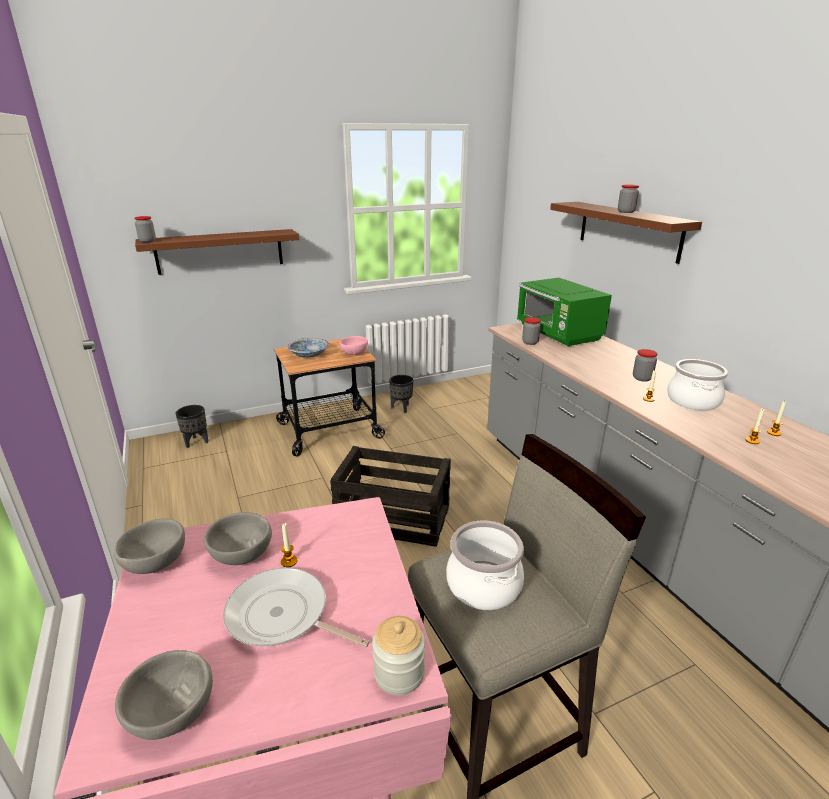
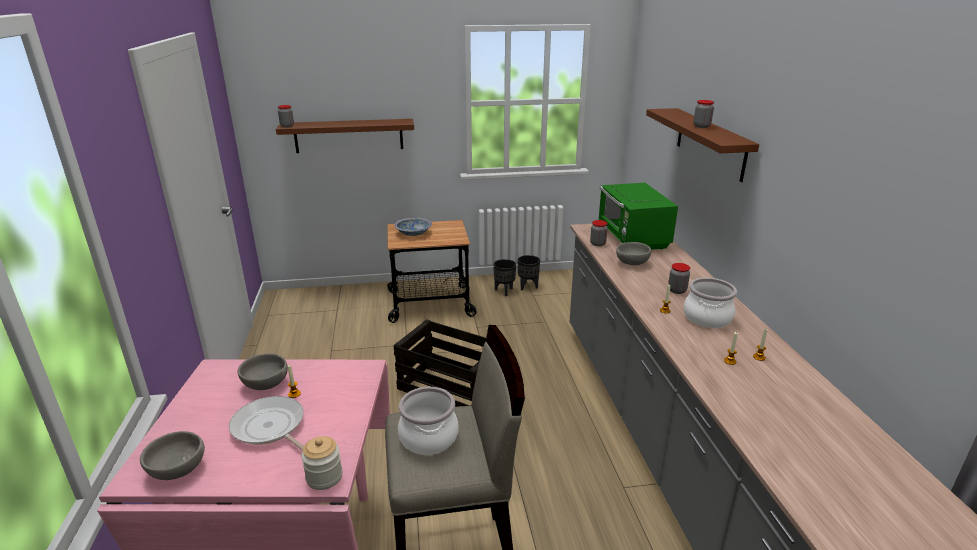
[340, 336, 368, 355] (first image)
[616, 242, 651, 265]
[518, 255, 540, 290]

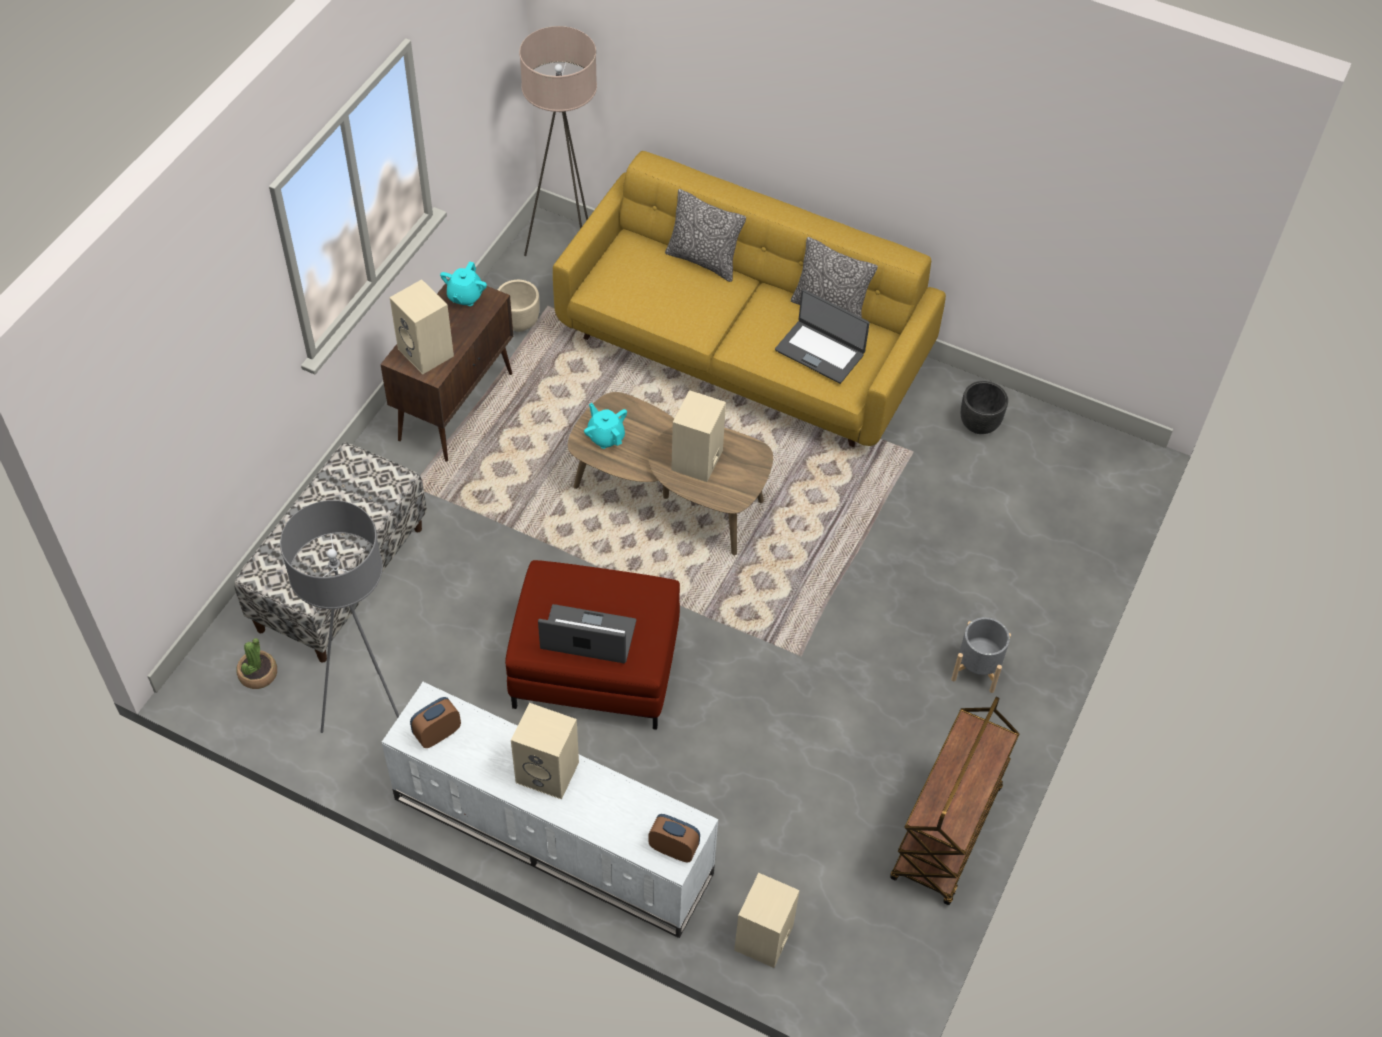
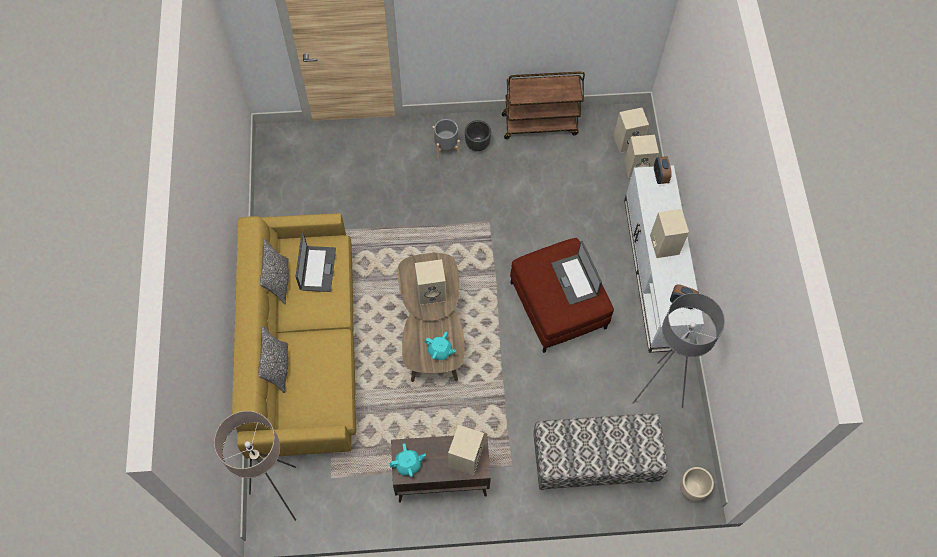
[237, 638, 277, 689] (first image)
[614, 108, 649, 153]
[680, 467, 714, 501]
[465, 120, 491, 151]
[425, 332, 456, 360]

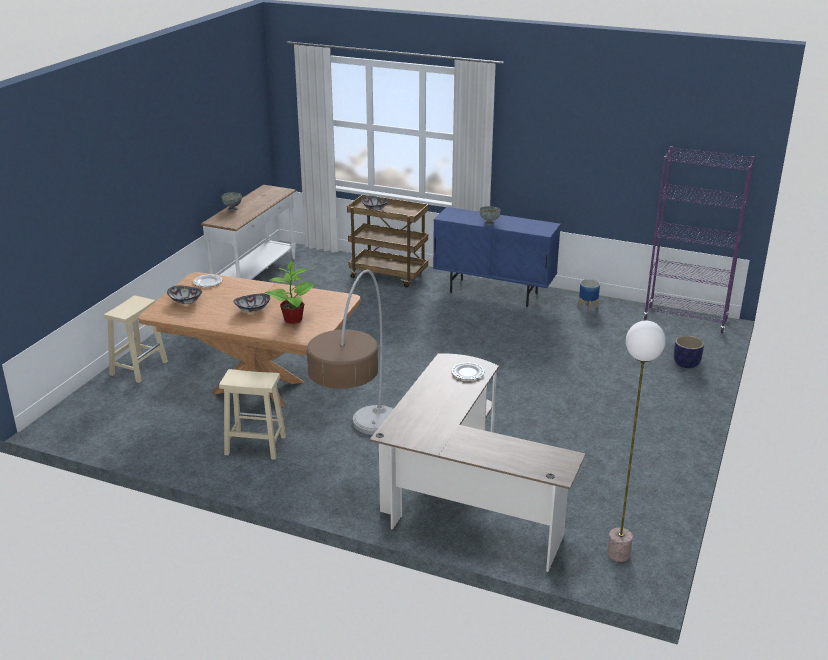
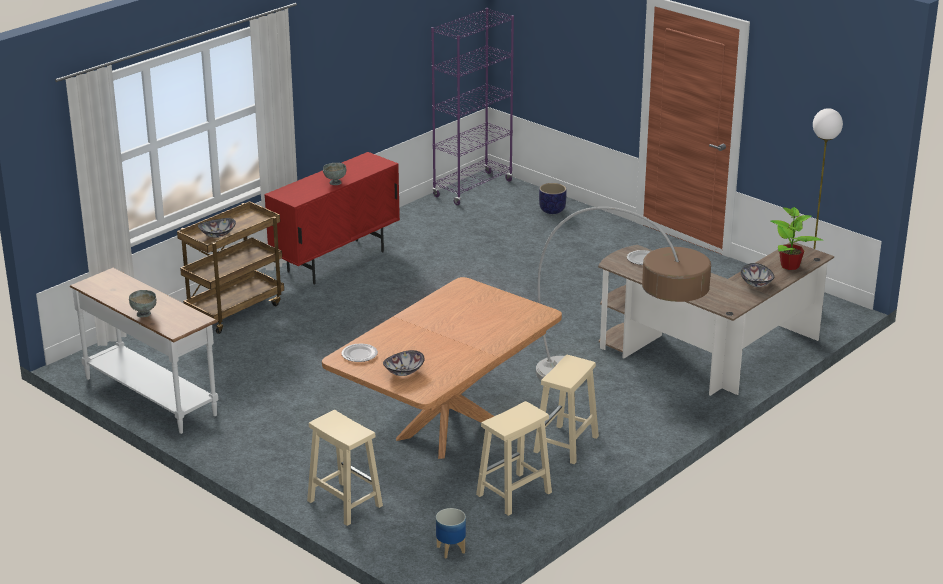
[476, 401, 552, 516]
[741, 263, 774, 287]
[770, 207, 824, 270]
[436, 508, 466, 559]
[264, 152, 400, 284]

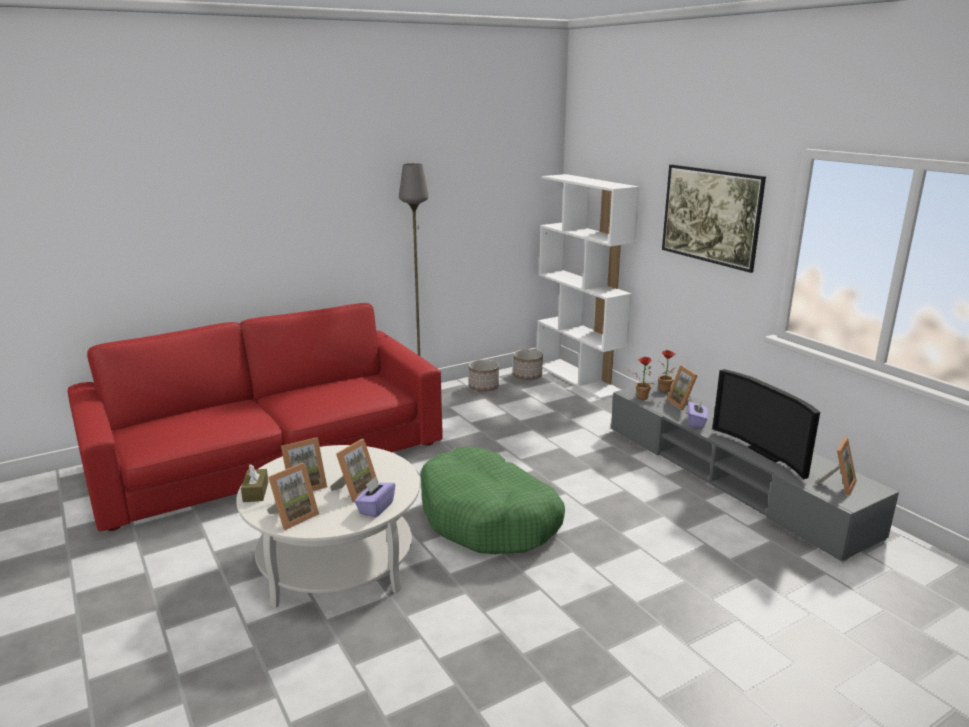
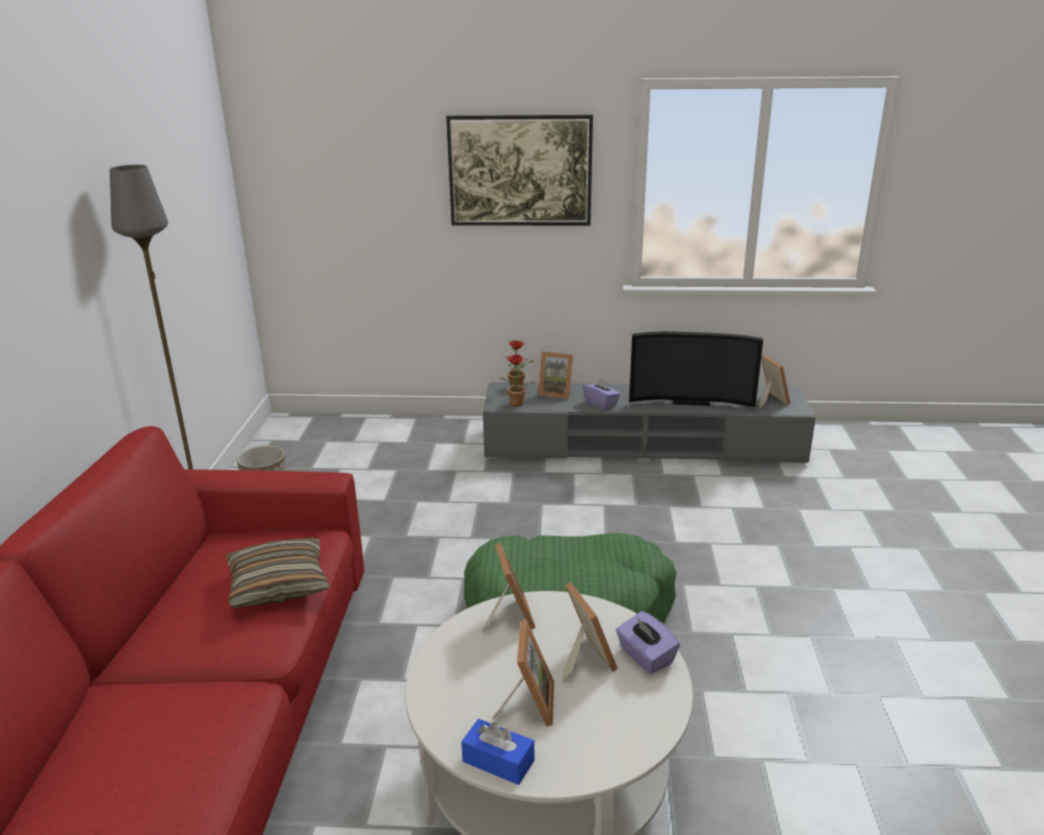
[513, 349, 543, 380] (first image)
[537, 174, 640, 399] (first image)
[226, 538, 330, 608]
[482, 543, 536, 632]
[461, 719, 534, 785]

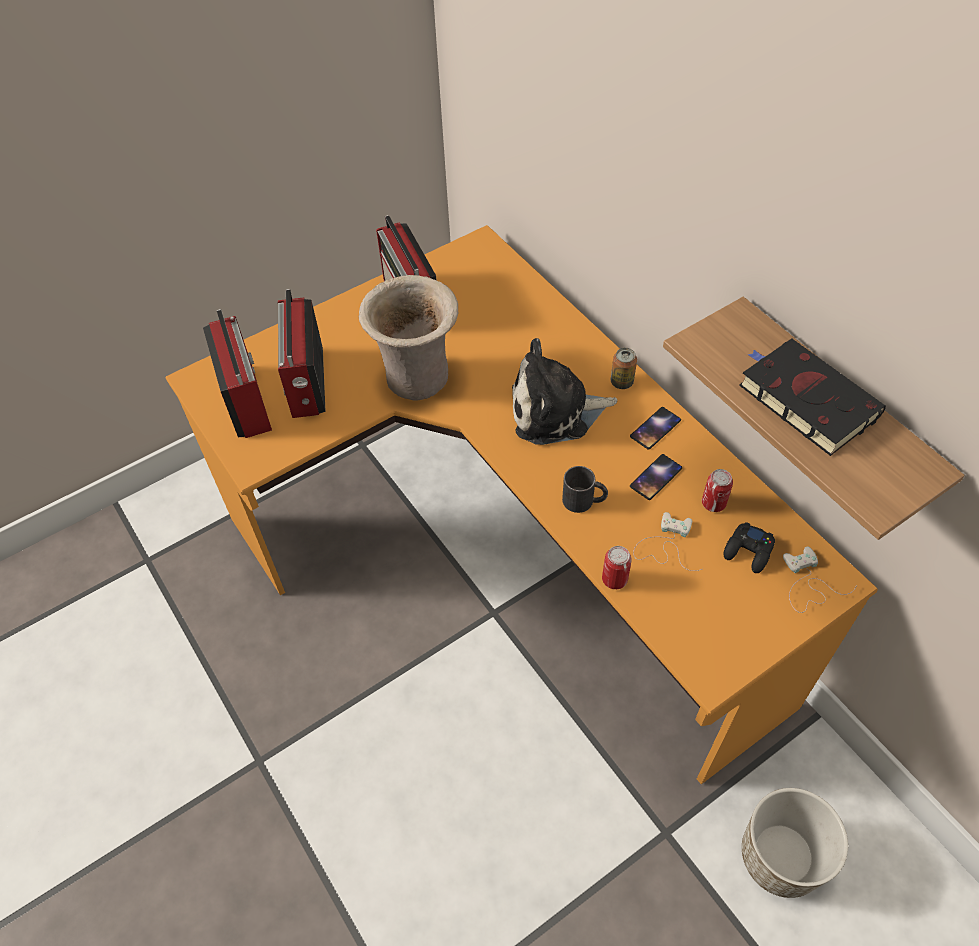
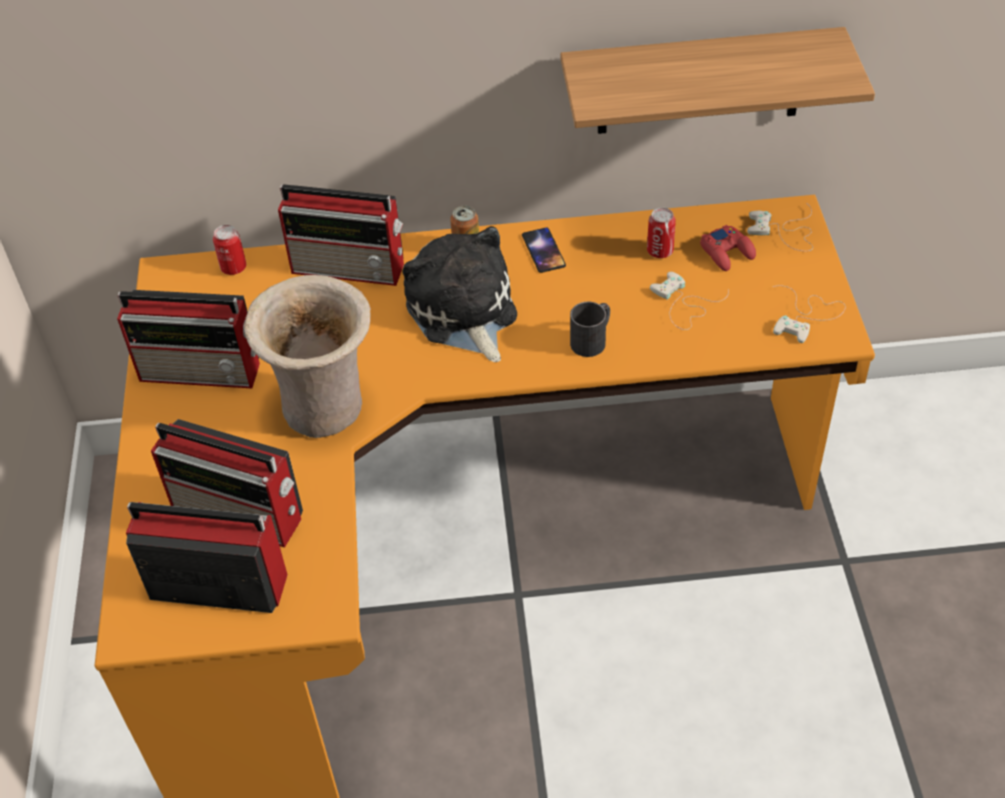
[630, 454, 682, 500] (first image)
[739, 338, 886, 456] (first image)
[742, 788, 848, 898] (first image)
[278, 184, 404, 286]
[773, 285, 846, 343]
[213, 225, 246, 275]
[700, 225, 756, 271]
[402, 226, 517, 362]

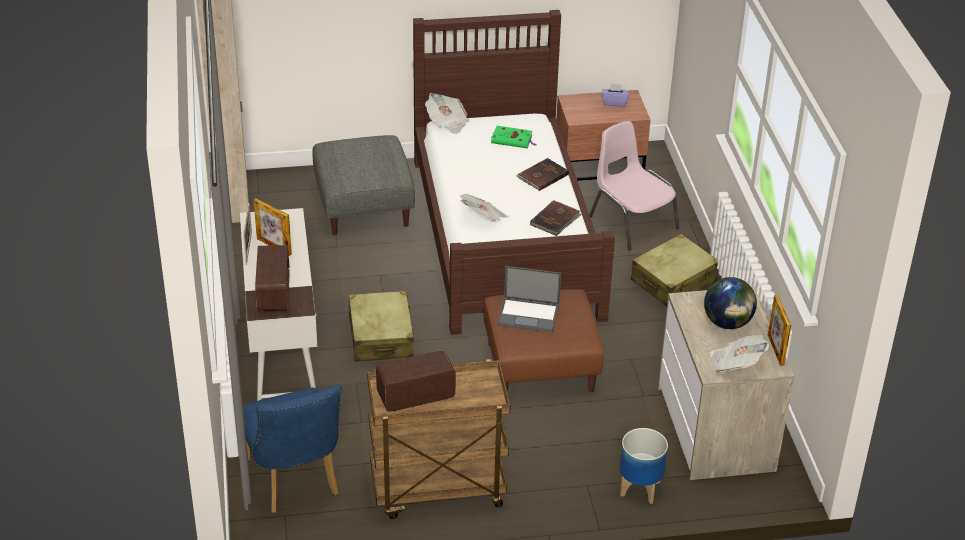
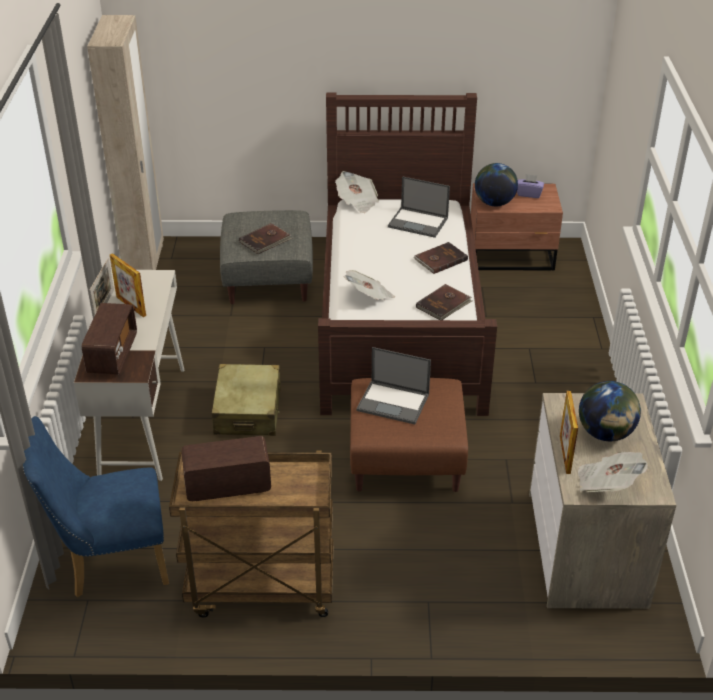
[589, 121, 679, 251] (first image)
[620, 428, 668, 504] (first image)
[631, 234, 719, 307] (first image)
[239, 223, 292, 254]
[475, 163, 518, 206]
[560, 391, 578, 474]
[388, 176, 450, 238]
[23, 416, 169, 597]

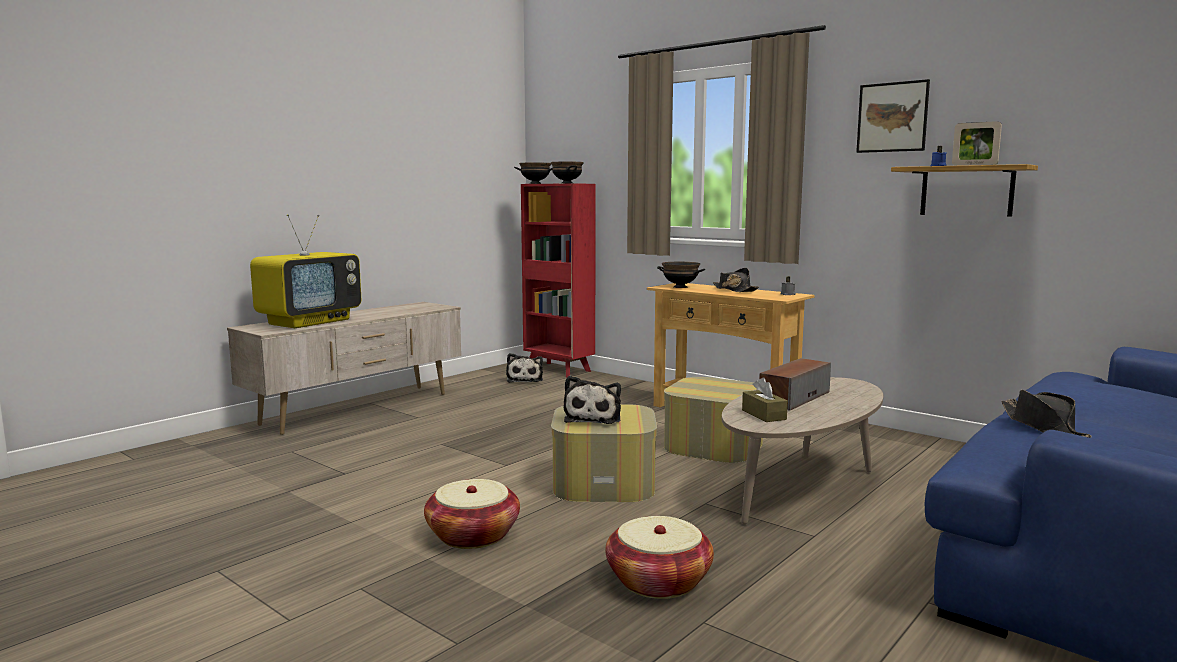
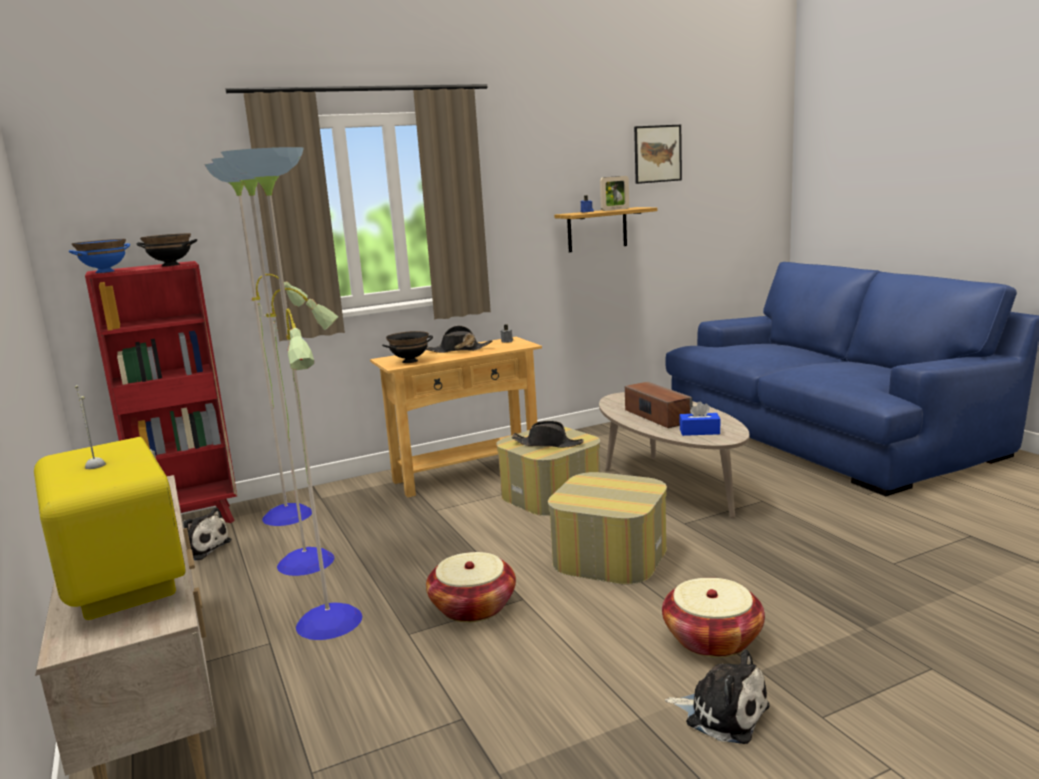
[204, 147, 362, 640]
[665, 649, 769, 744]
[426, 552, 516, 622]
[634, 125, 682, 184]
[512, 421, 584, 448]
[69, 239, 130, 273]
[679, 402, 721, 436]

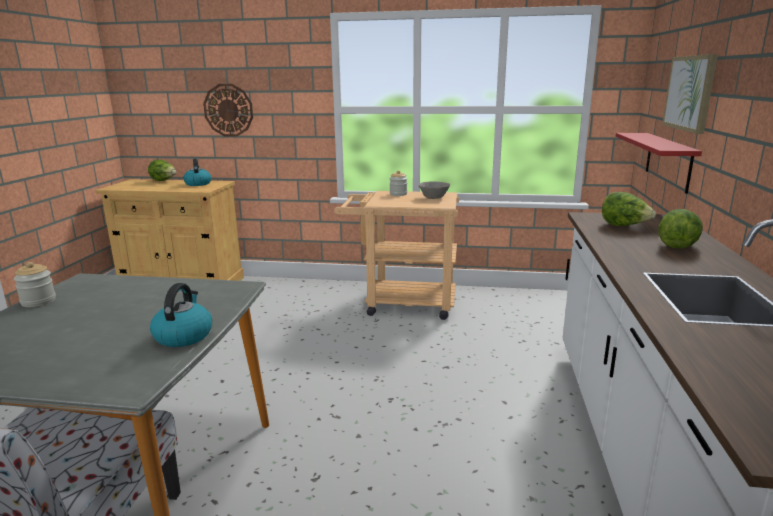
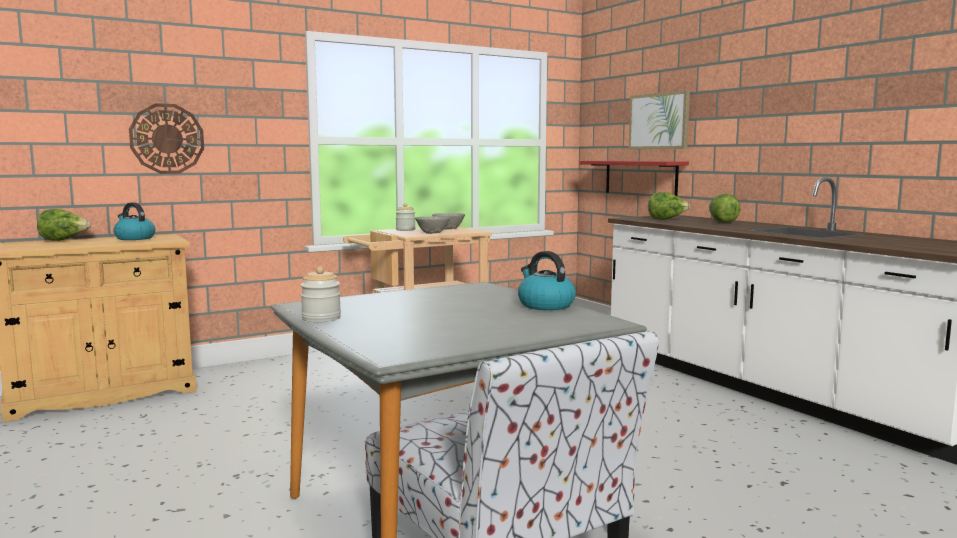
[415, 216, 450, 234]

